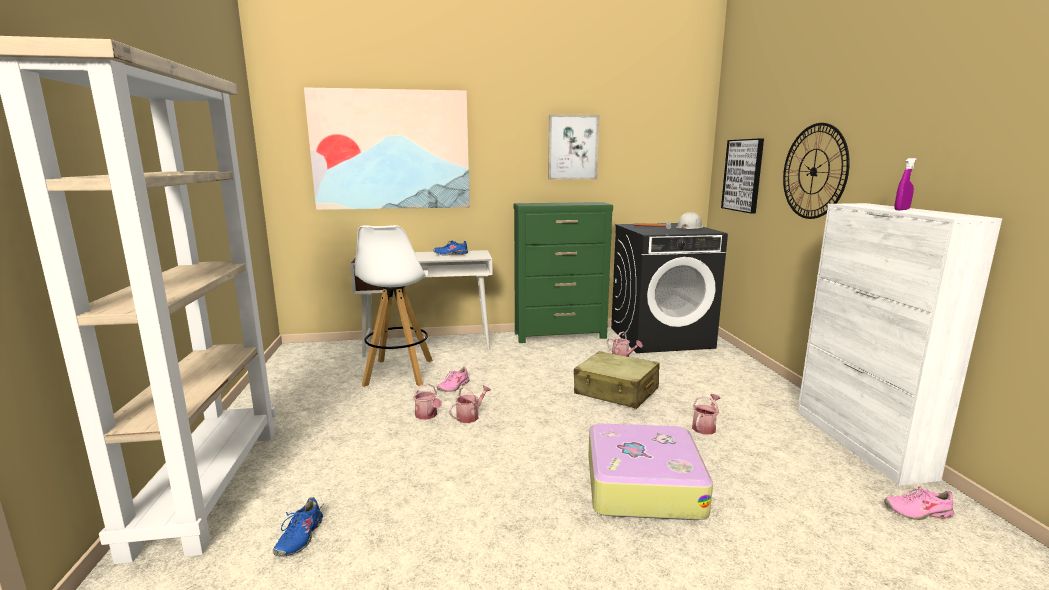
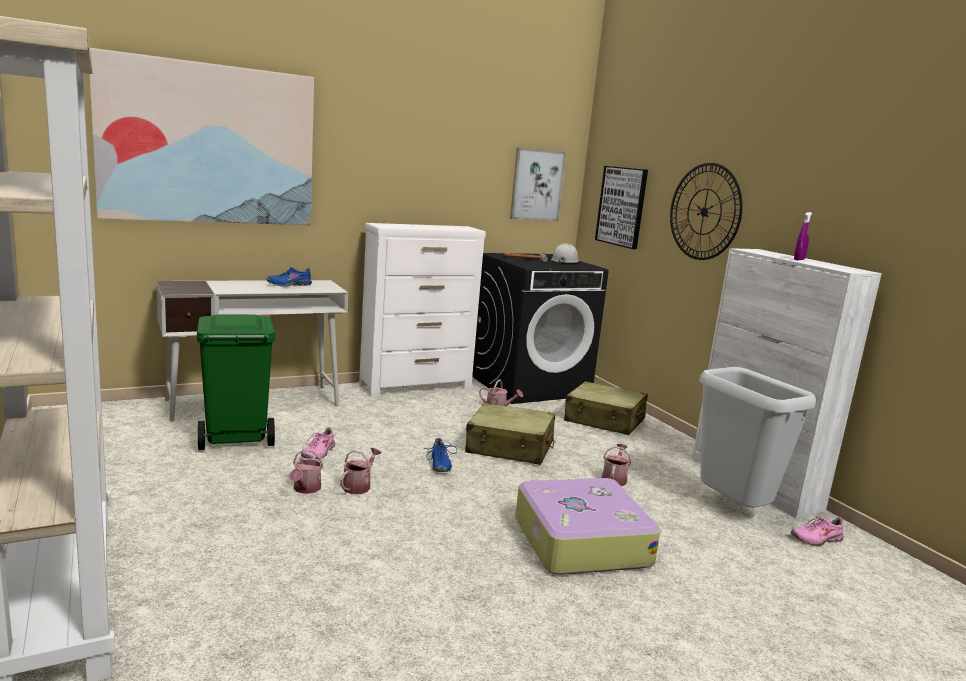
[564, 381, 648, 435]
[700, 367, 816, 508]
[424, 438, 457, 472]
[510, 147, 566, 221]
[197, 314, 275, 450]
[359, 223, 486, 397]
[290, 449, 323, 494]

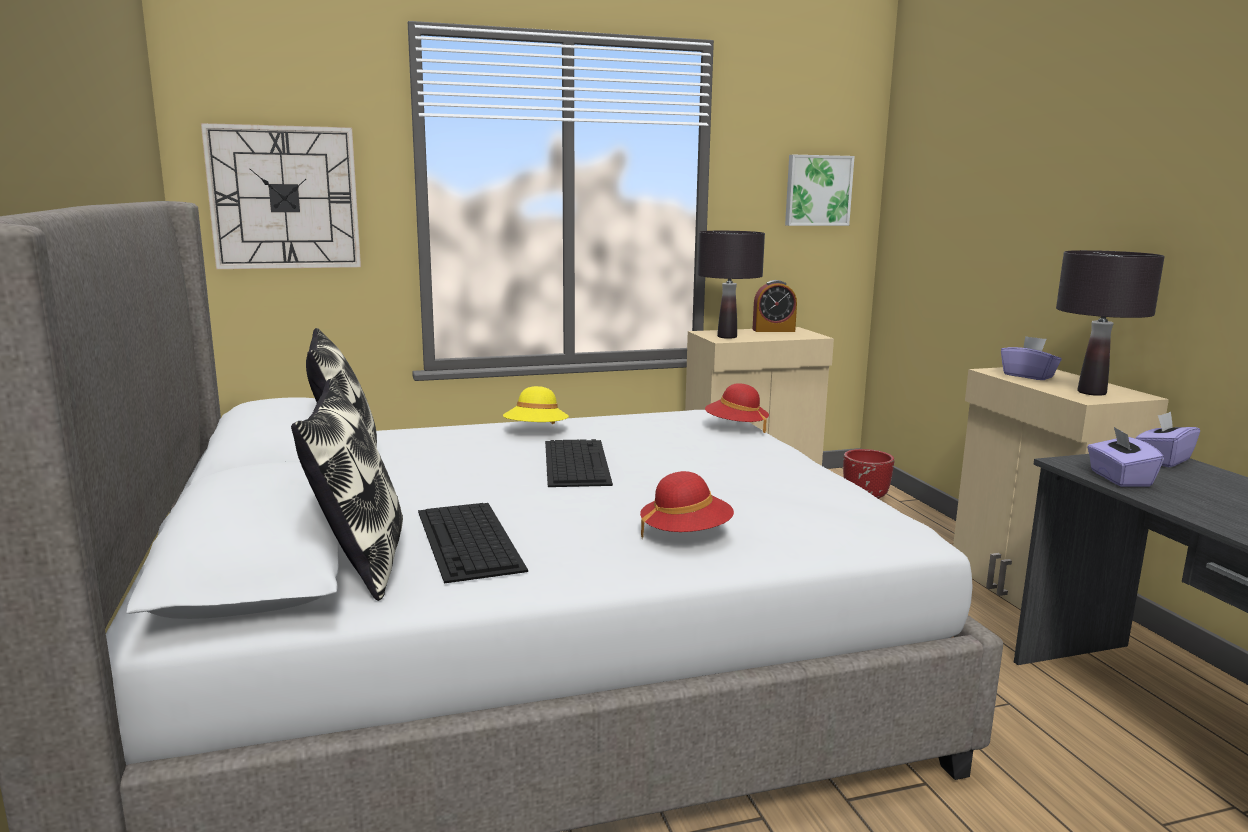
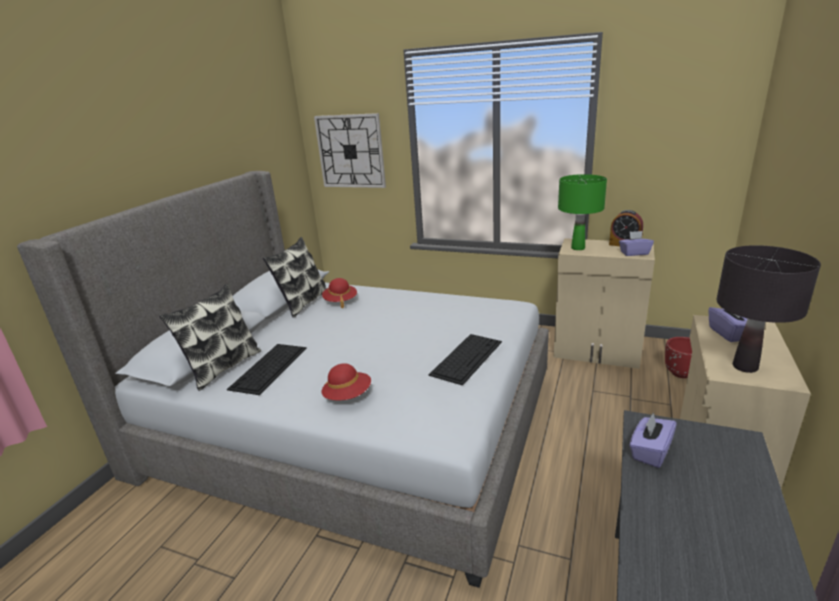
[503, 386, 569, 424] (first image)
[785, 155, 855, 226] (first image)
[428, 334, 502, 386]
[322, 278, 357, 308]
[619, 231, 654, 256]
[558, 174, 607, 250]

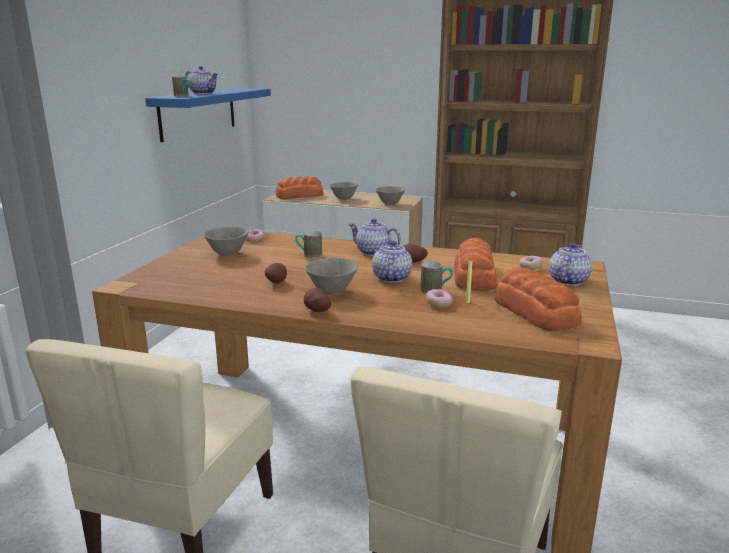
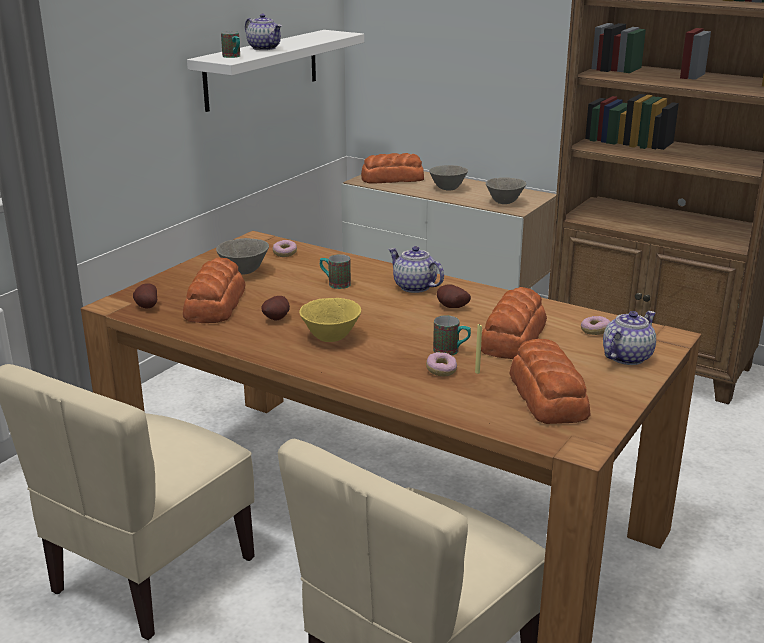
[372, 241, 412, 283] (first image)
[183, 258, 245, 323]
[133, 283, 157, 308]
[187, 30, 364, 112]
[299, 298, 361, 342]

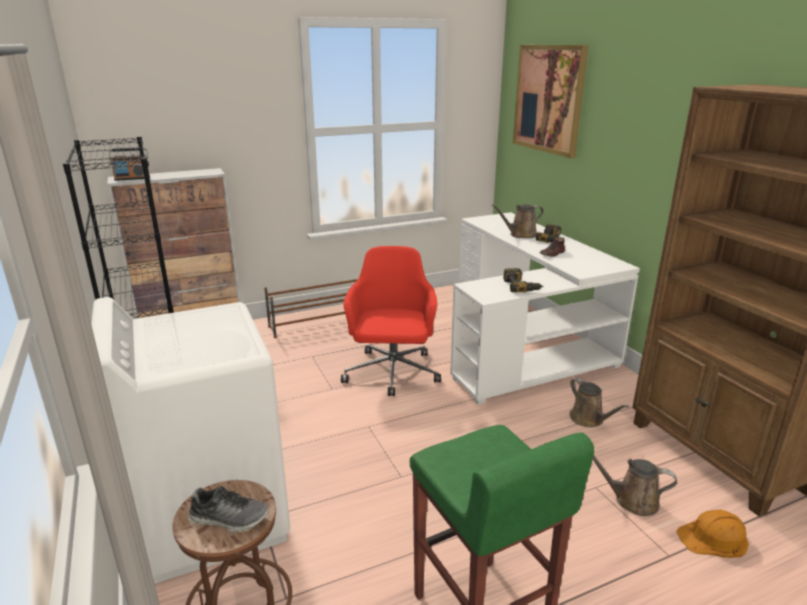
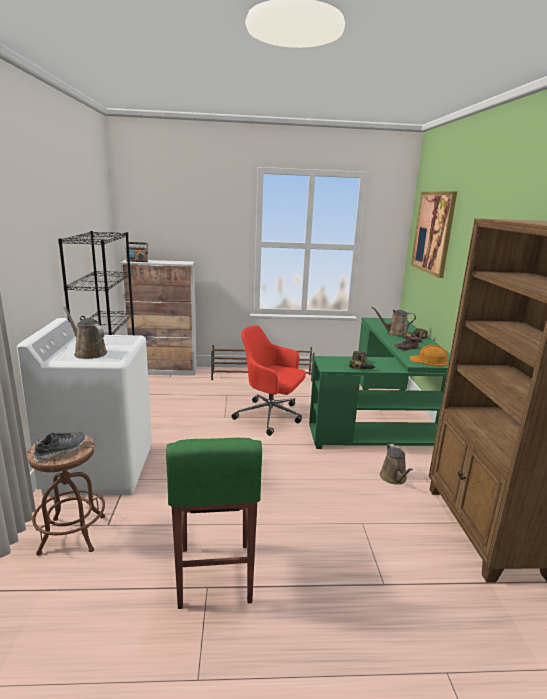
[63, 307, 107, 359]
[410, 345, 449, 367]
[309, 318, 450, 449]
[33, 432, 85, 461]
[232, 325, 306, 436]

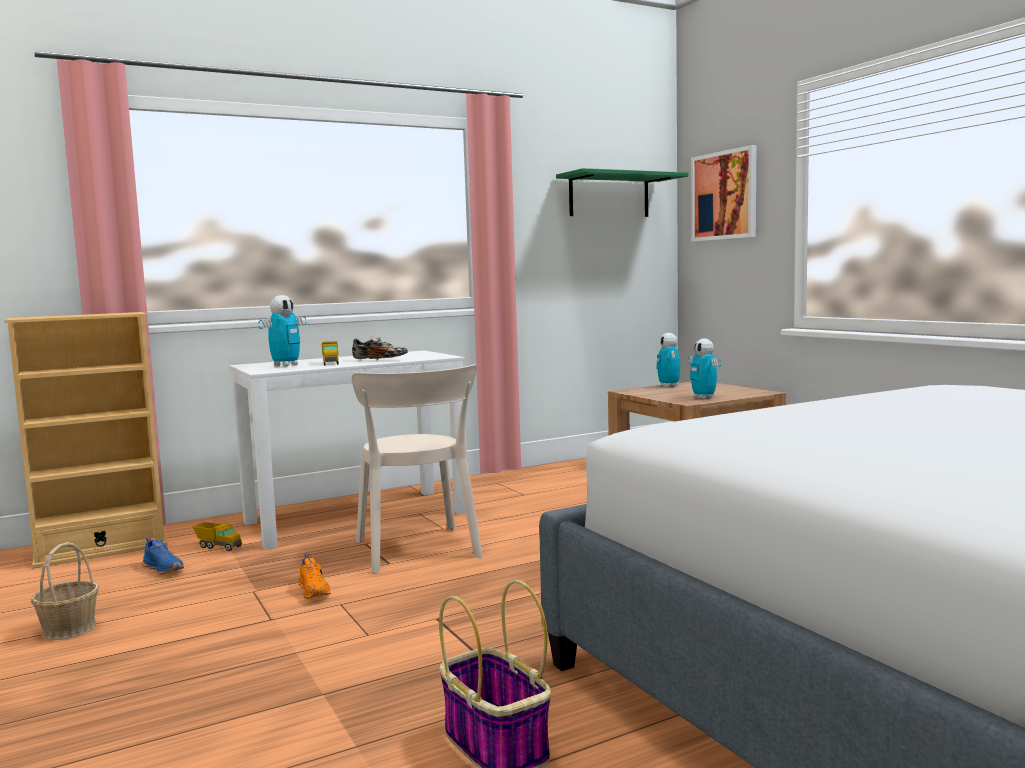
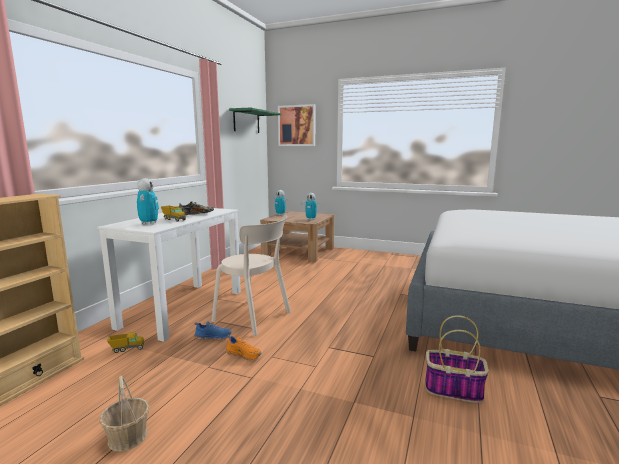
[194, 321, 232, 340]

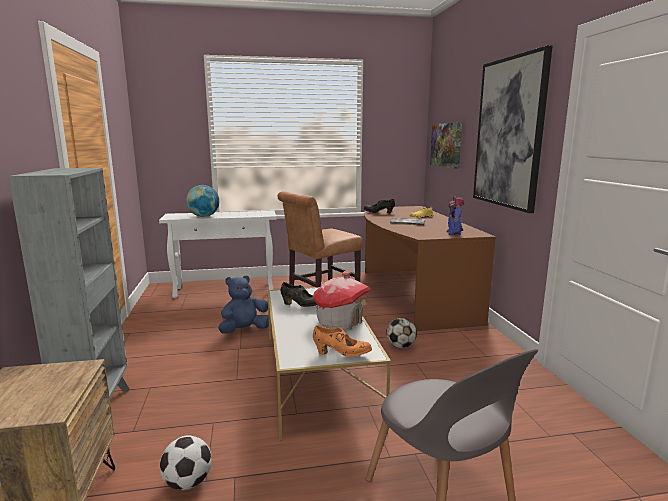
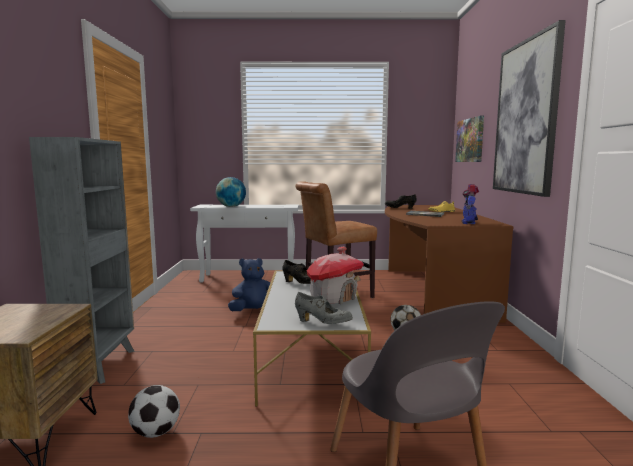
[295, 292, 353, 324]

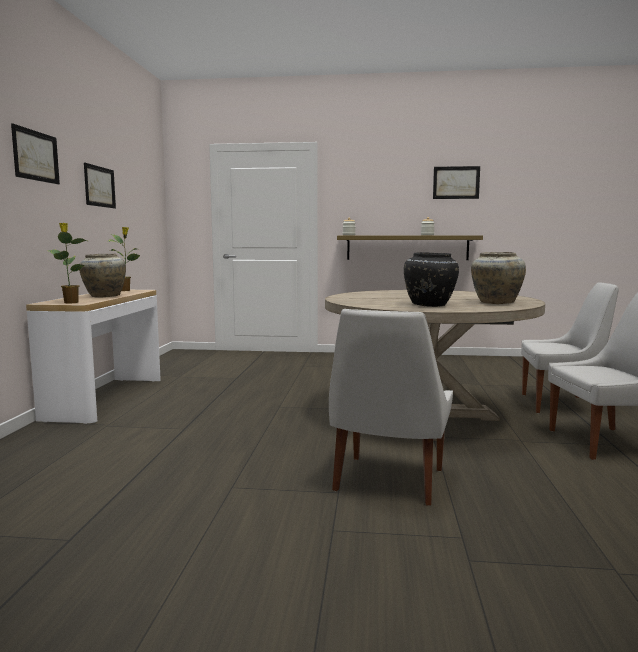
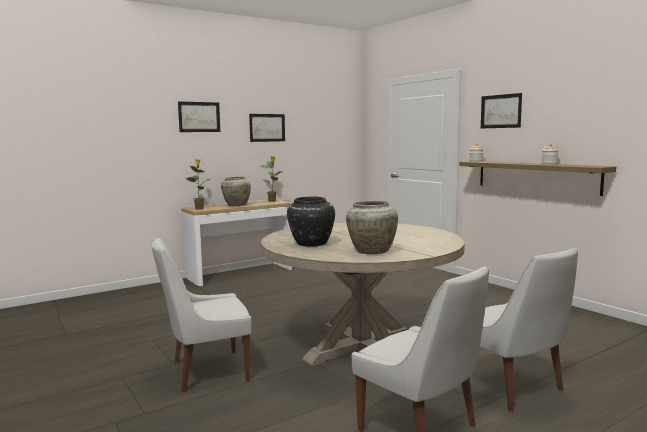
[481, 93, 522, 128]

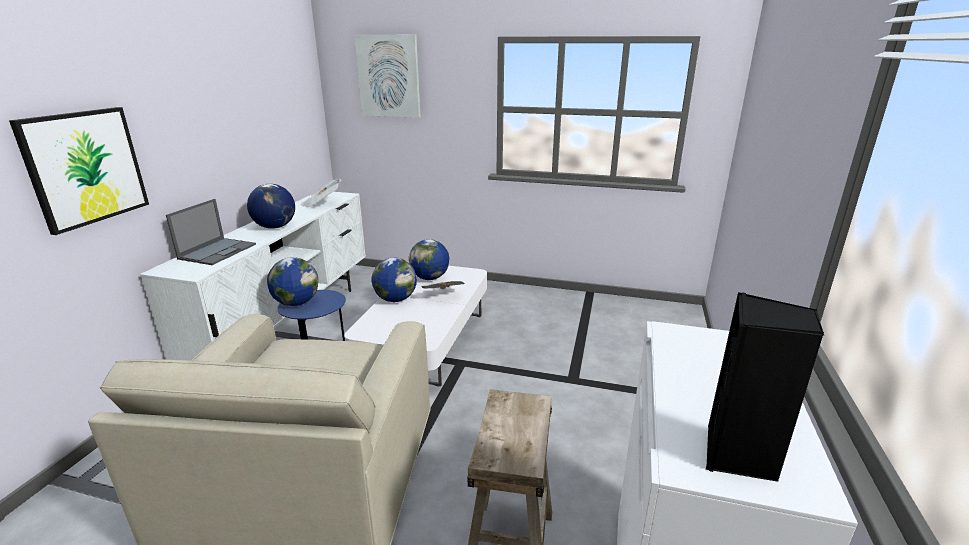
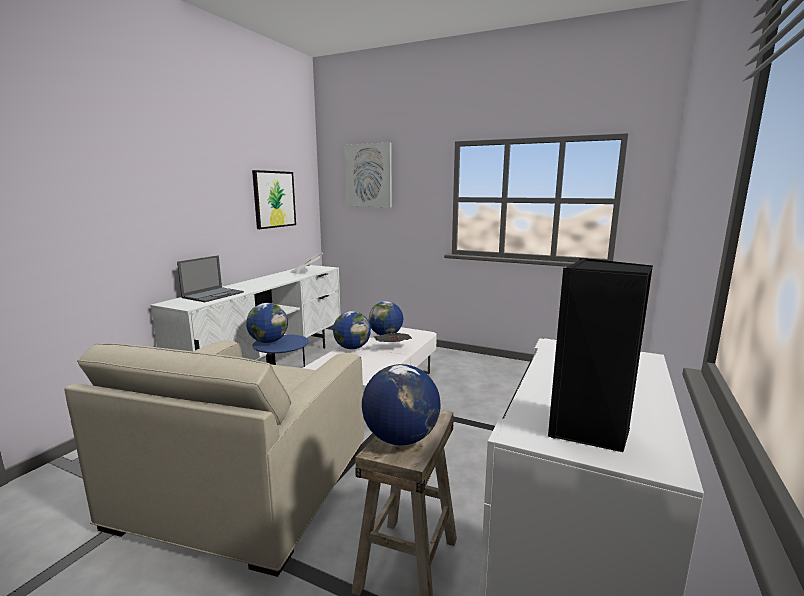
[252, 170, 296, 229]
[362, 364, 441, 445]

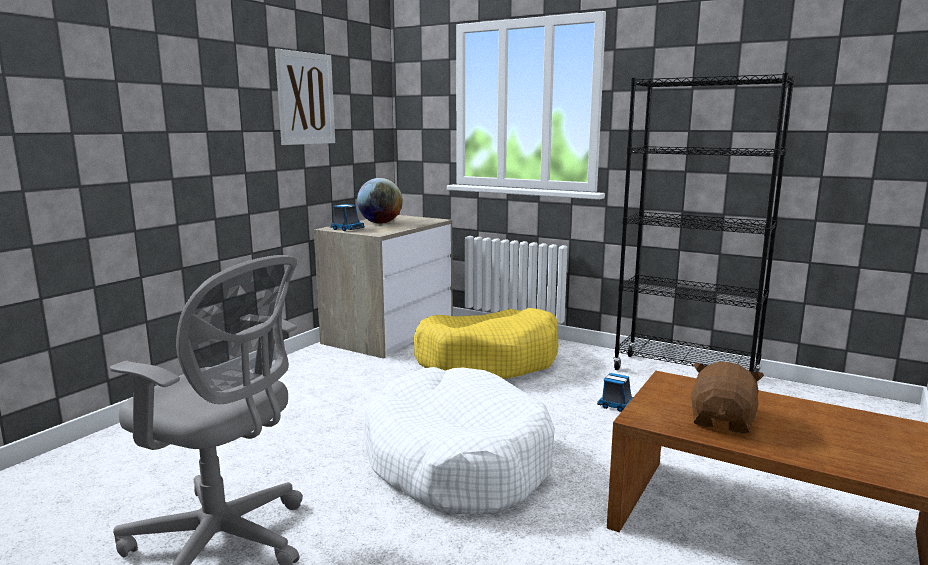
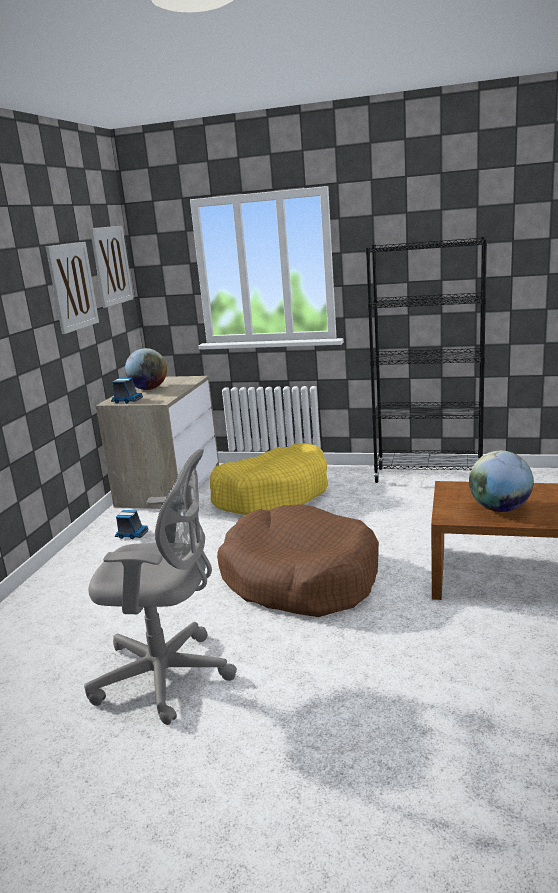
[90, 226, 133, 308]
[115, 510, 148, 539]
[469, 451, 533, 512]
[217, 504, 379, 617]

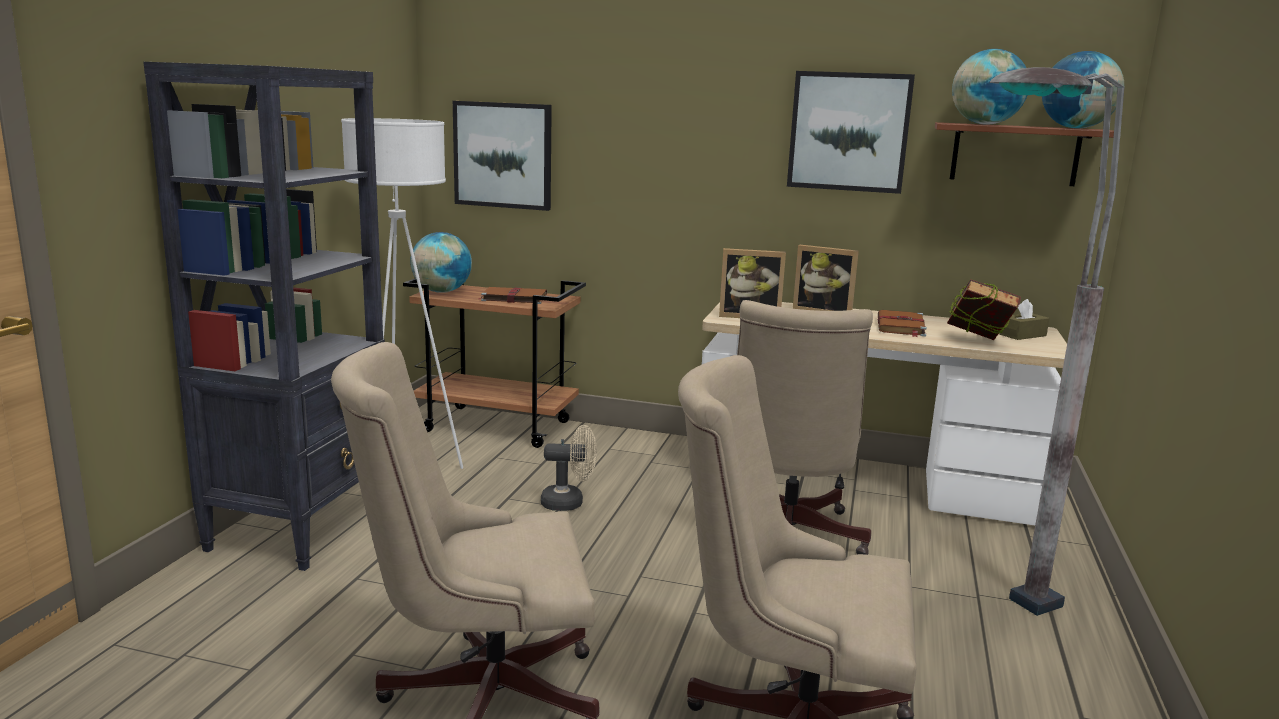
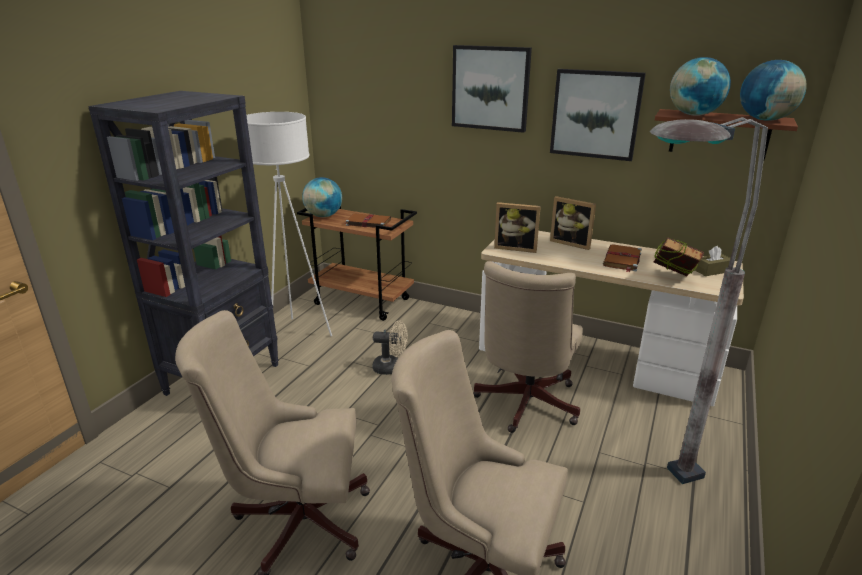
[452, 45, 532, 133]

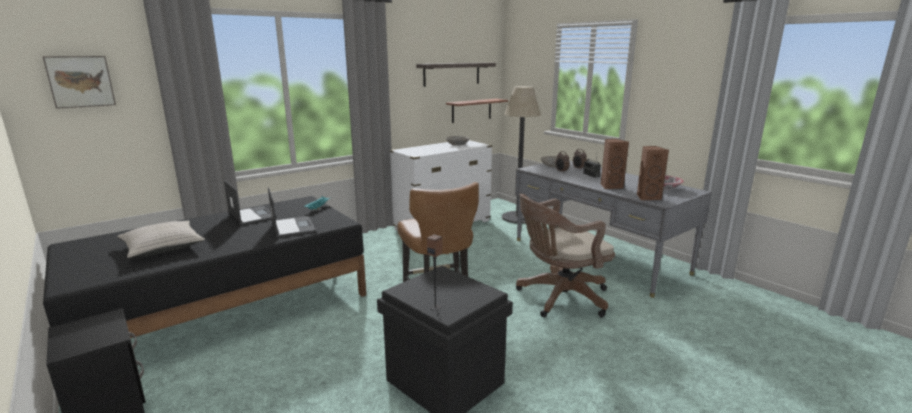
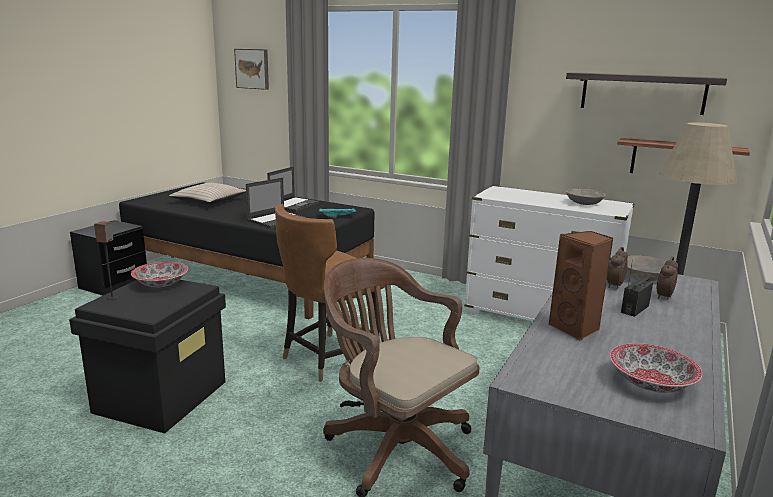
[637, 146, 669, 200] (first image)
[131, 262, 188, 287]

